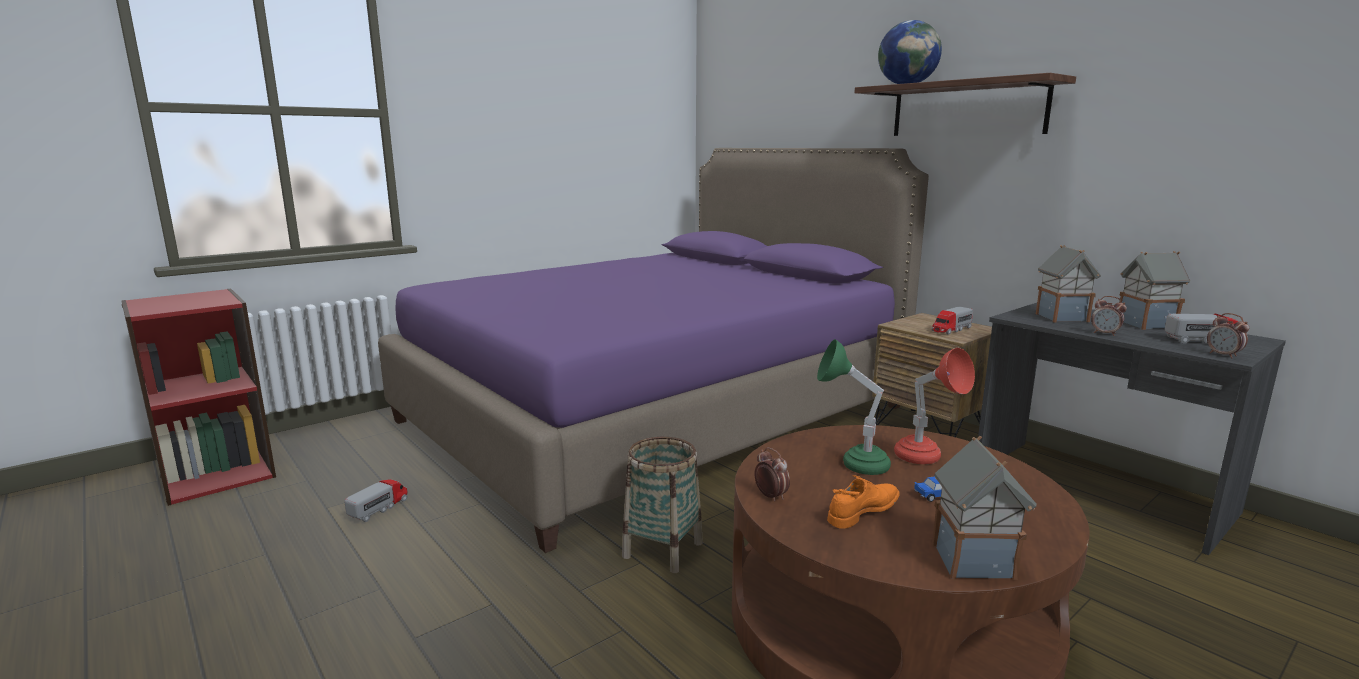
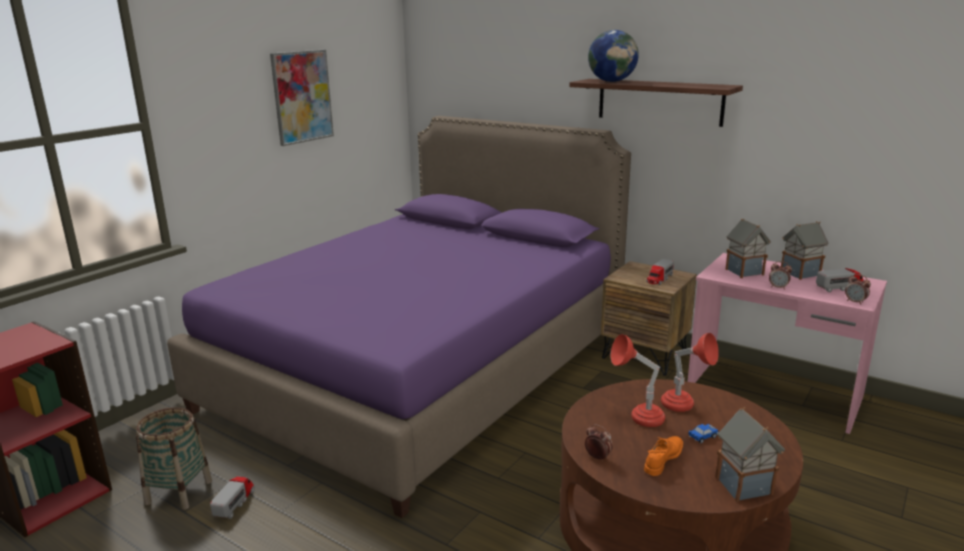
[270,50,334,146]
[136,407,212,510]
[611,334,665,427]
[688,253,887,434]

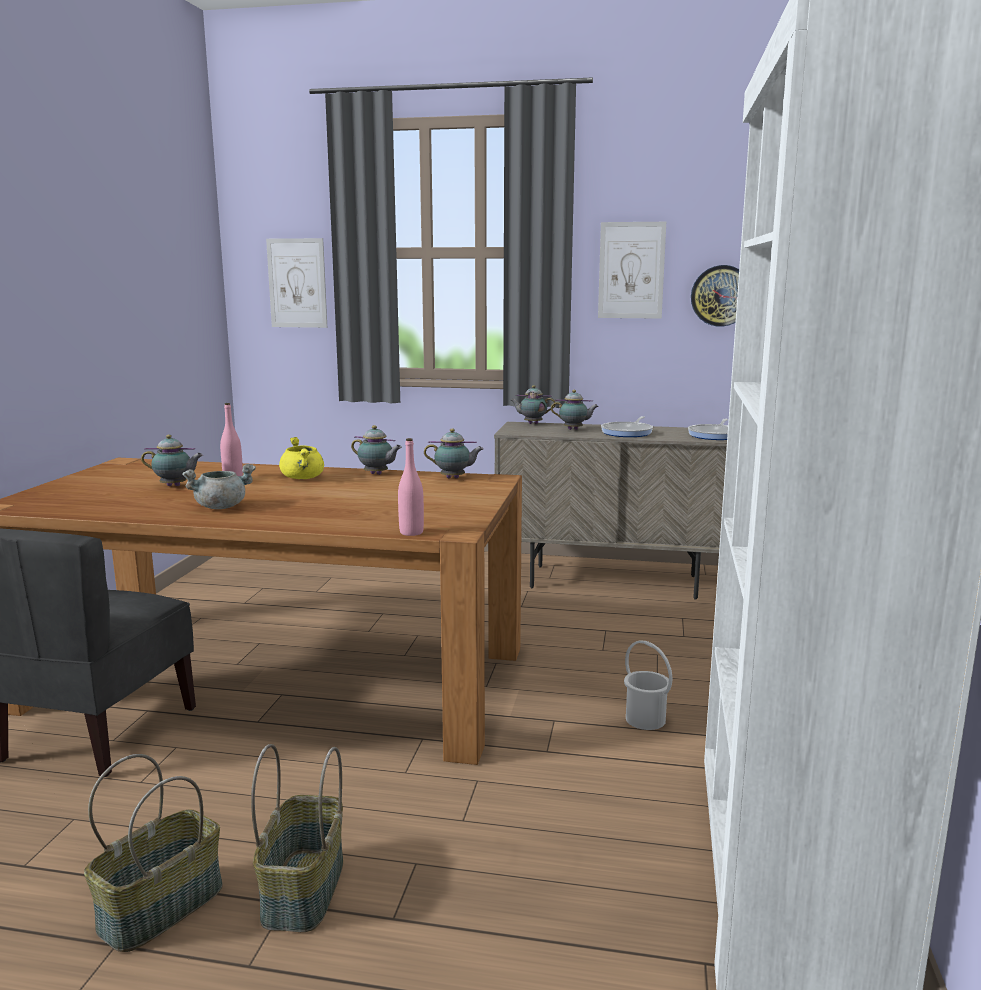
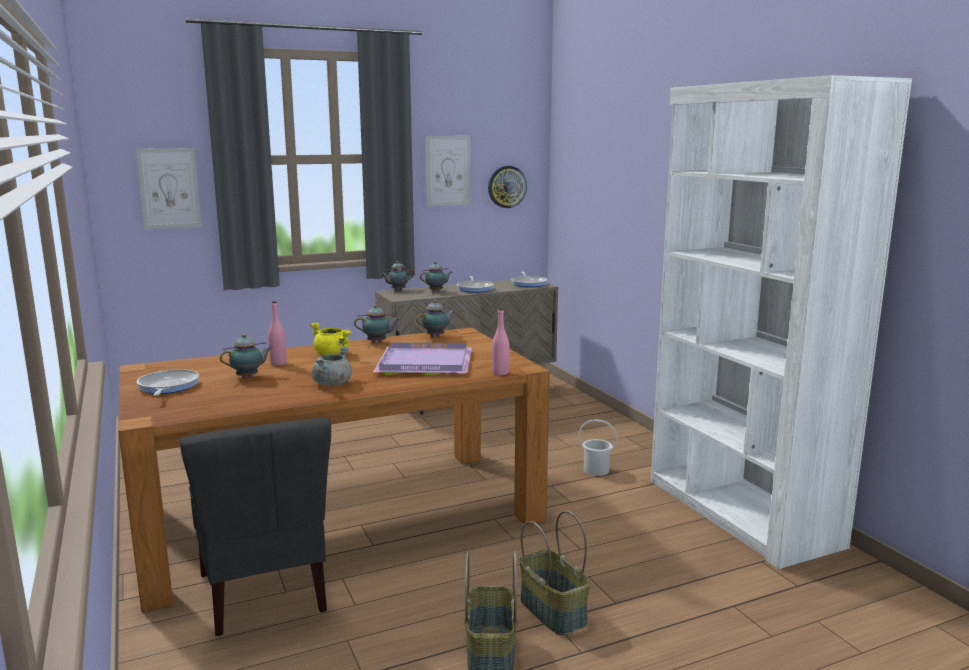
[137,369,199,396]
[373,342,472,375]

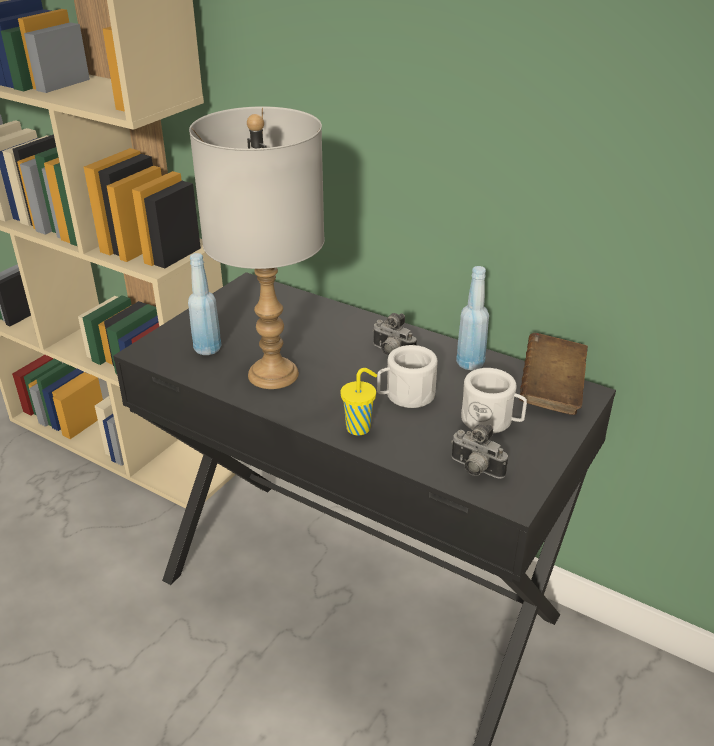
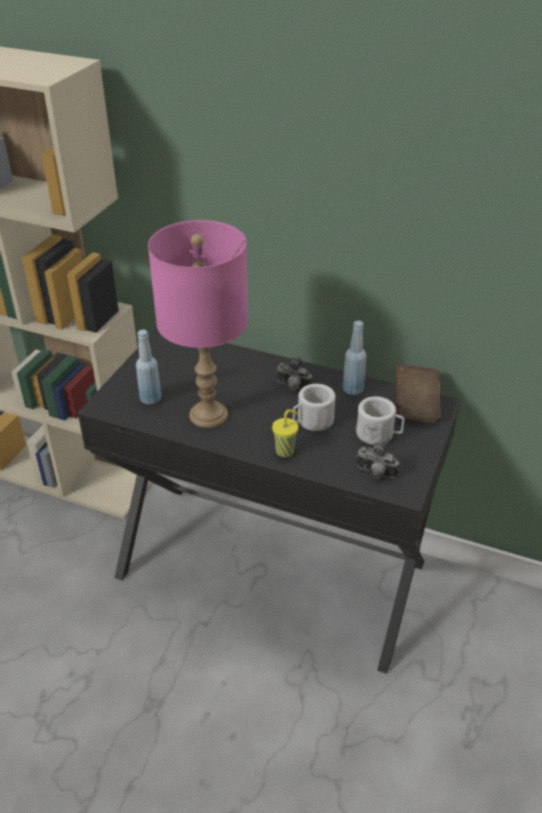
[148,220,248,428]

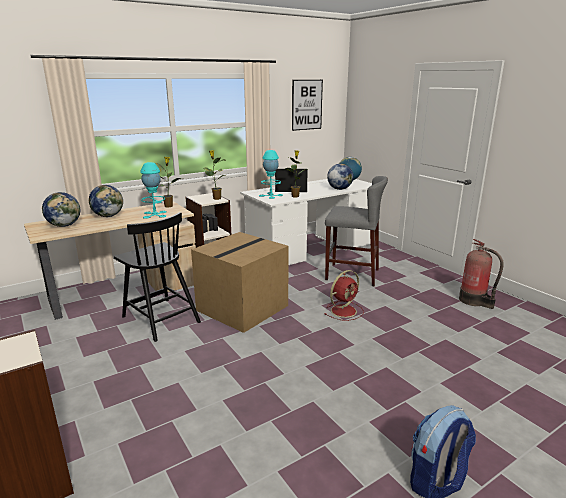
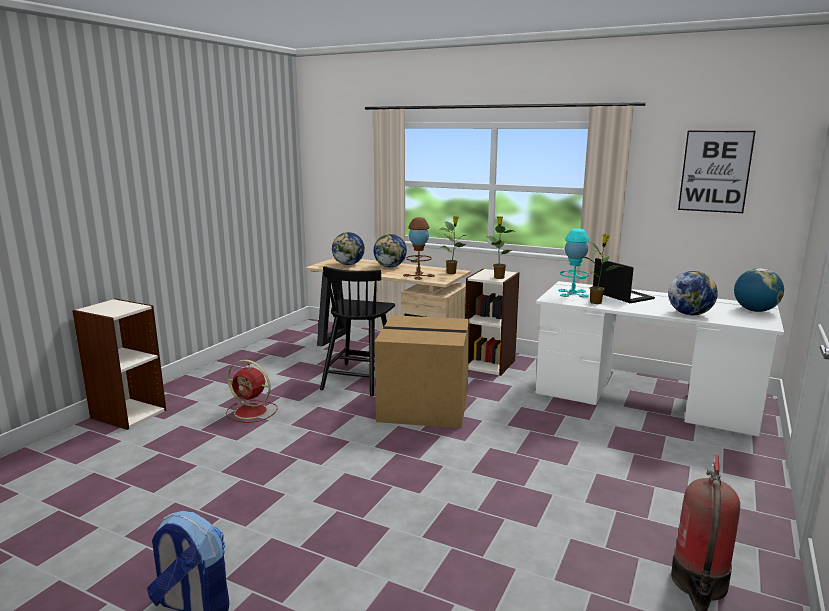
[325,176,388,286] (first image)
[226,360,277,423]
[403,217,435,280]

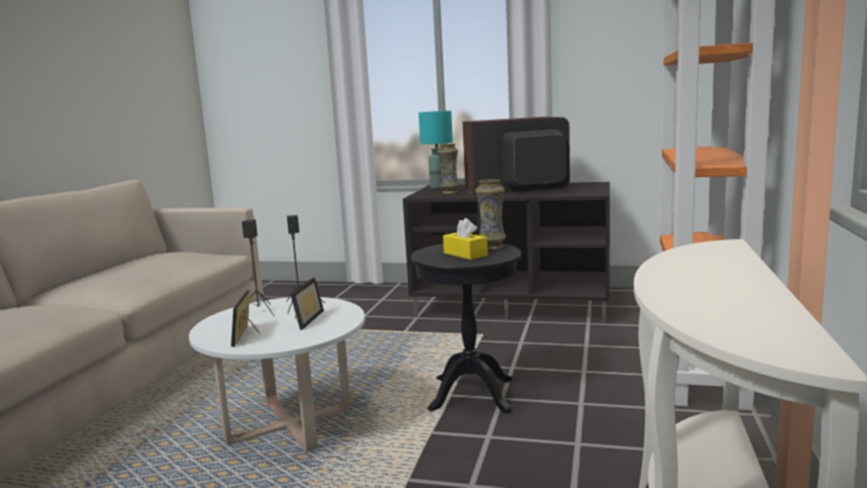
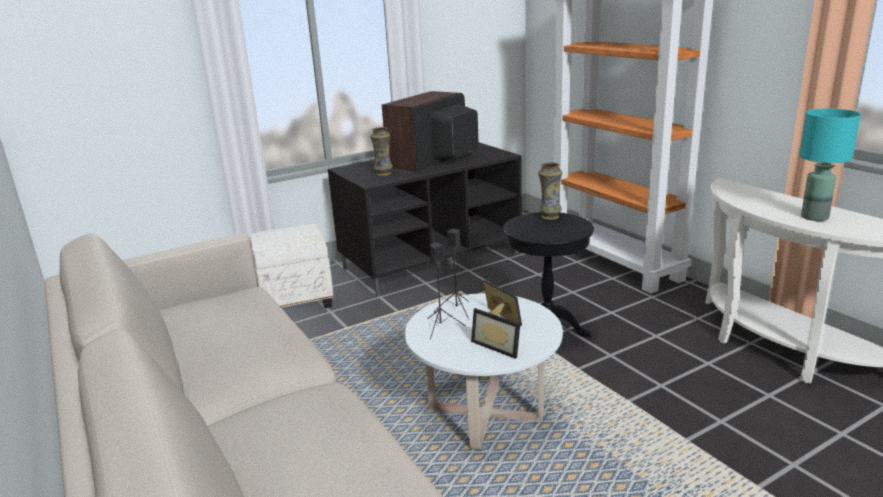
[443,218,488,260] (first image)
[250,224,334,308]
[799,109,861,221]

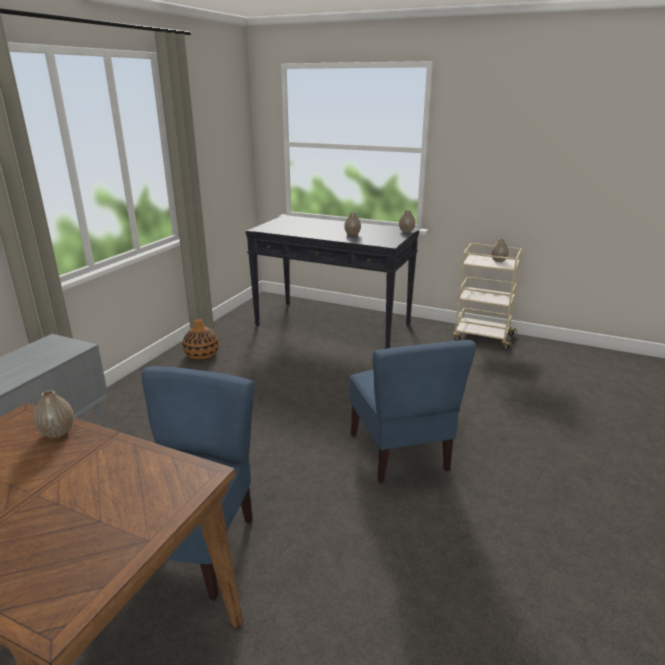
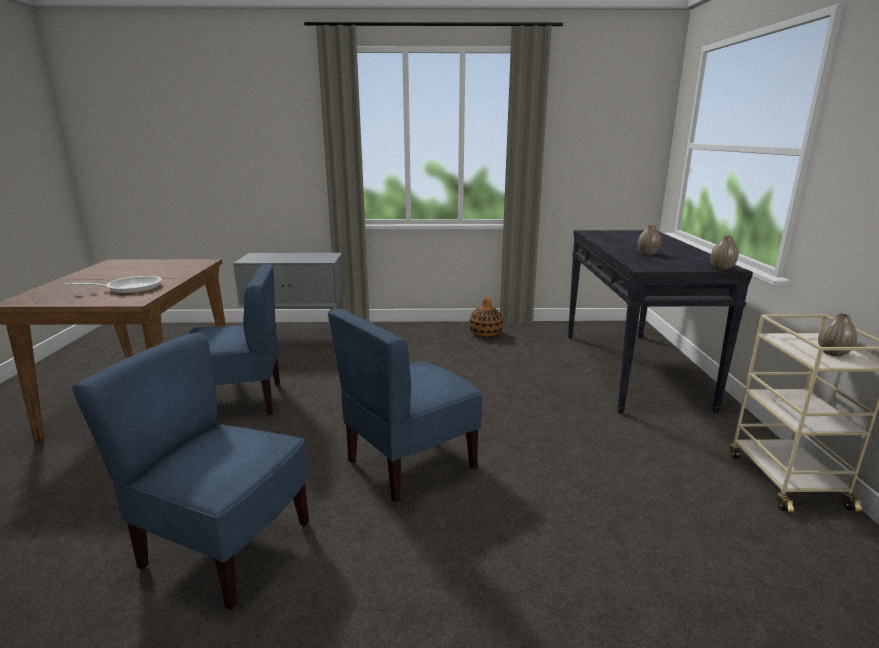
[34,390,74,438] (first image)
[65,276,162,294]
[72,333,309,610]

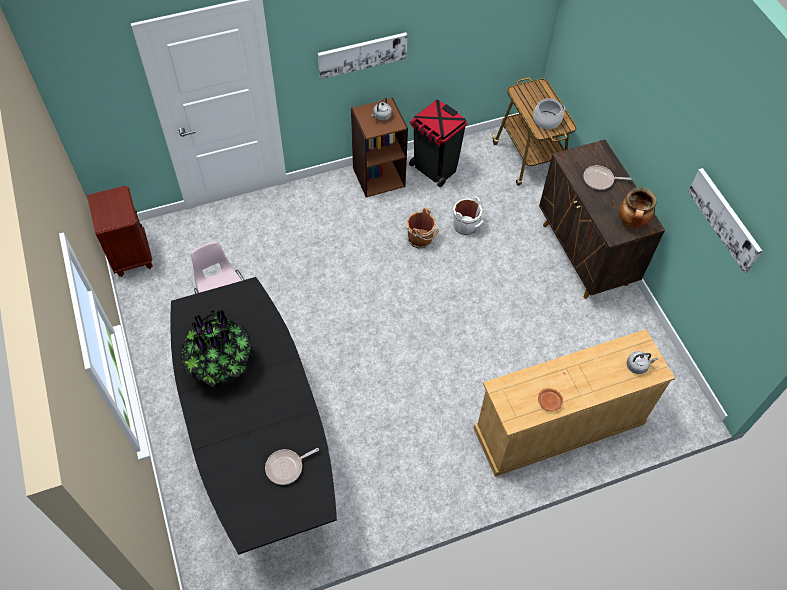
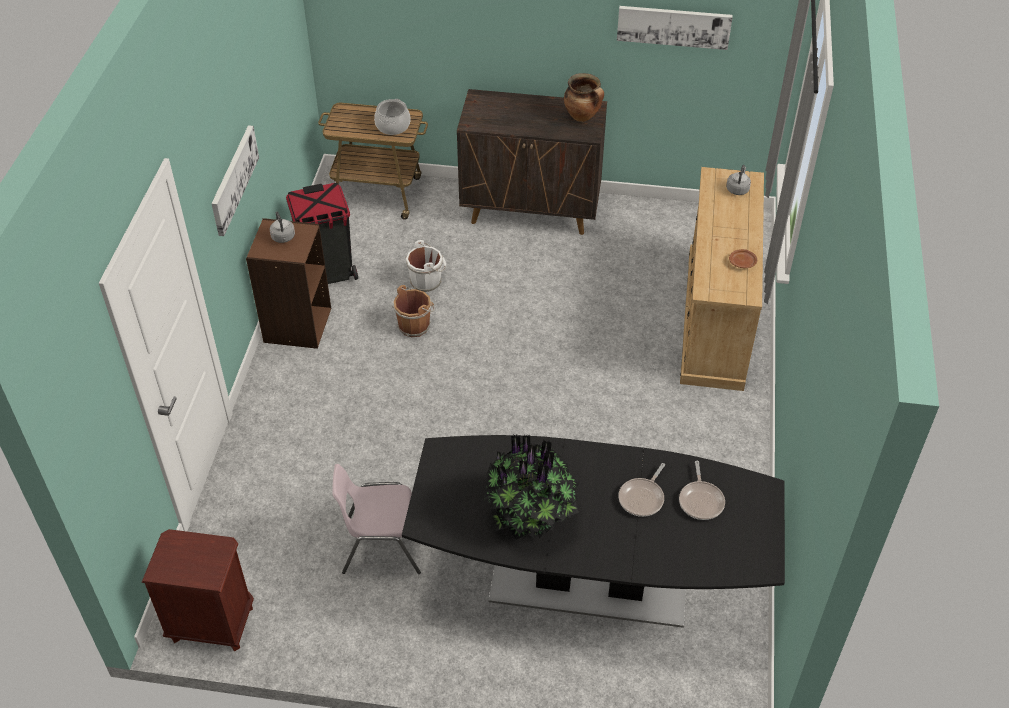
[618,463,665,517]

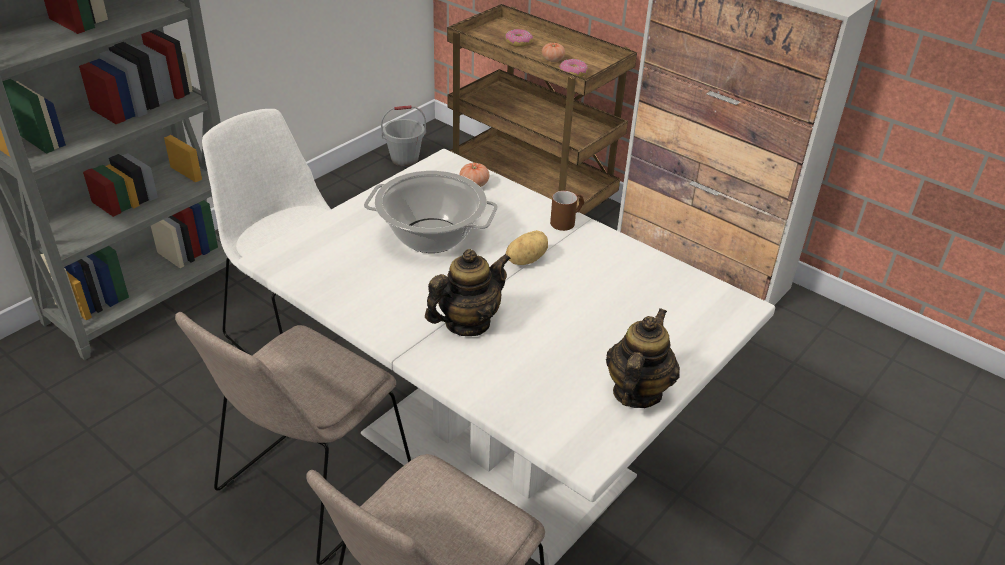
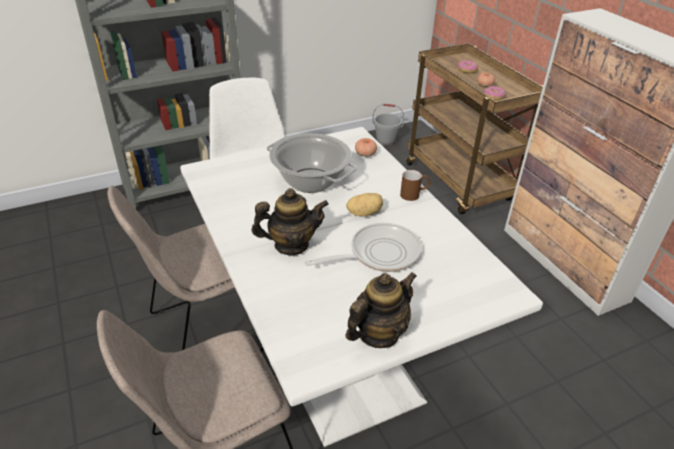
[304,223,422,272]

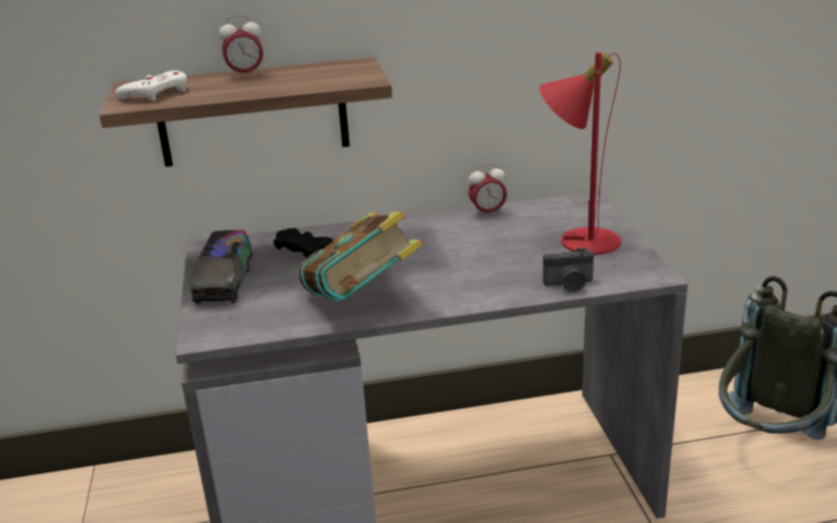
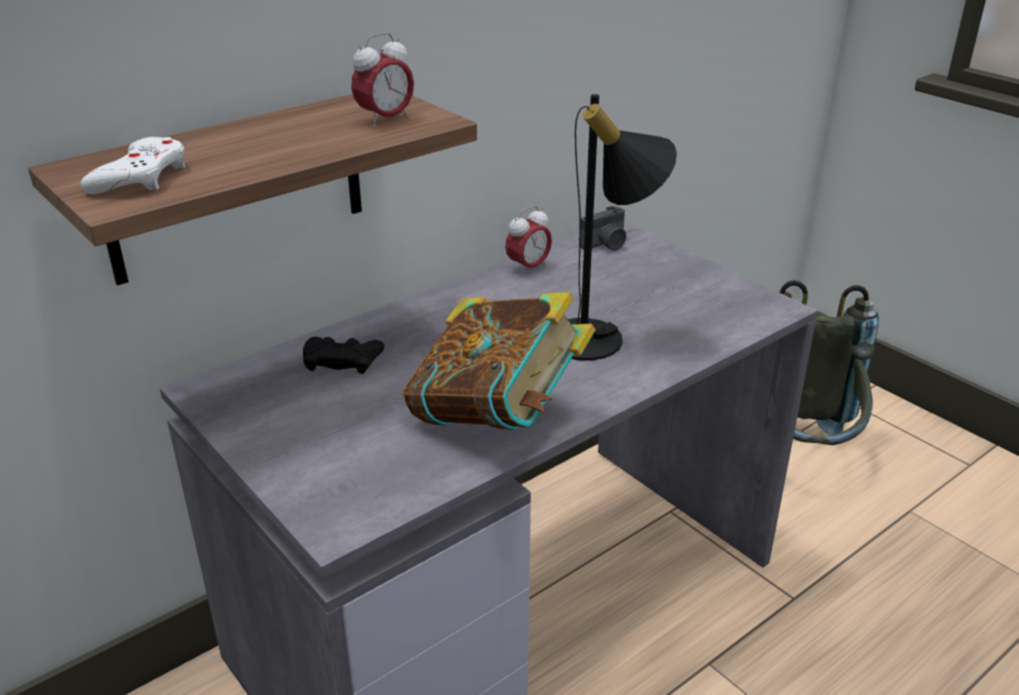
[191,230,253,304] (first image)
[539,52,621,255] (first image)
[568,94,677,361]
[351,32,414,127]
[580,206,626,251]

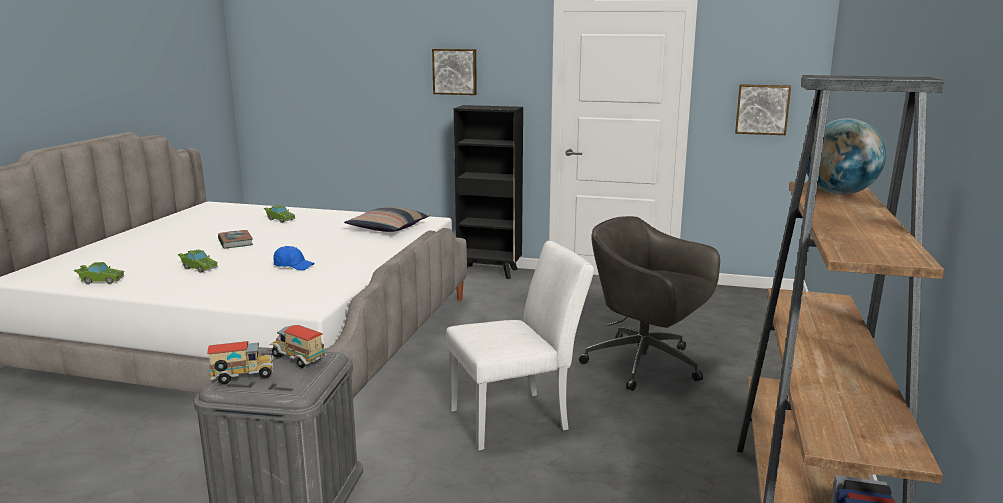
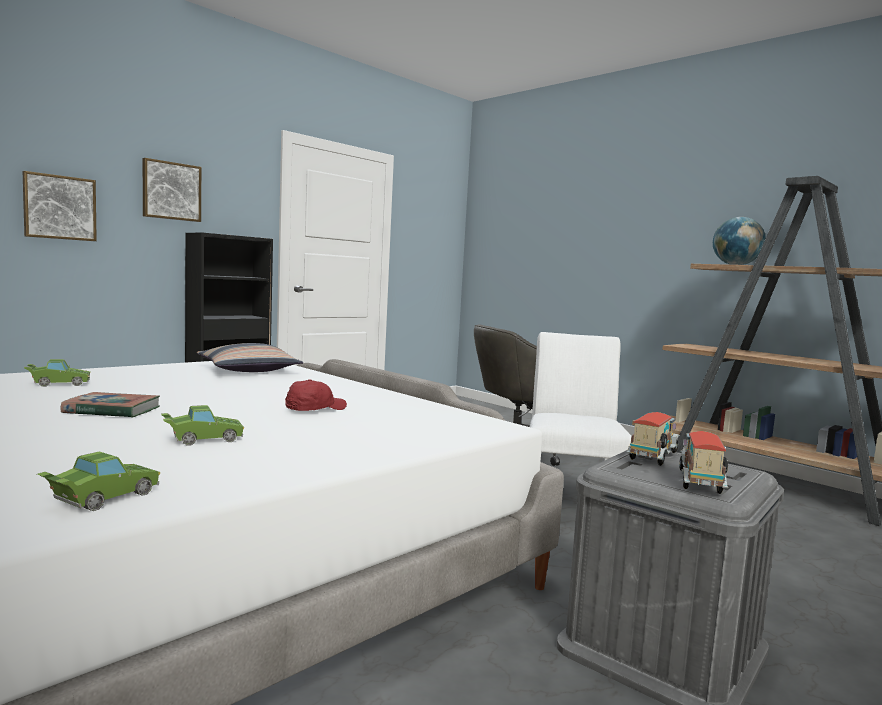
[23,171,97,241]
[285,379,347,411]
[627,412,680,466]

